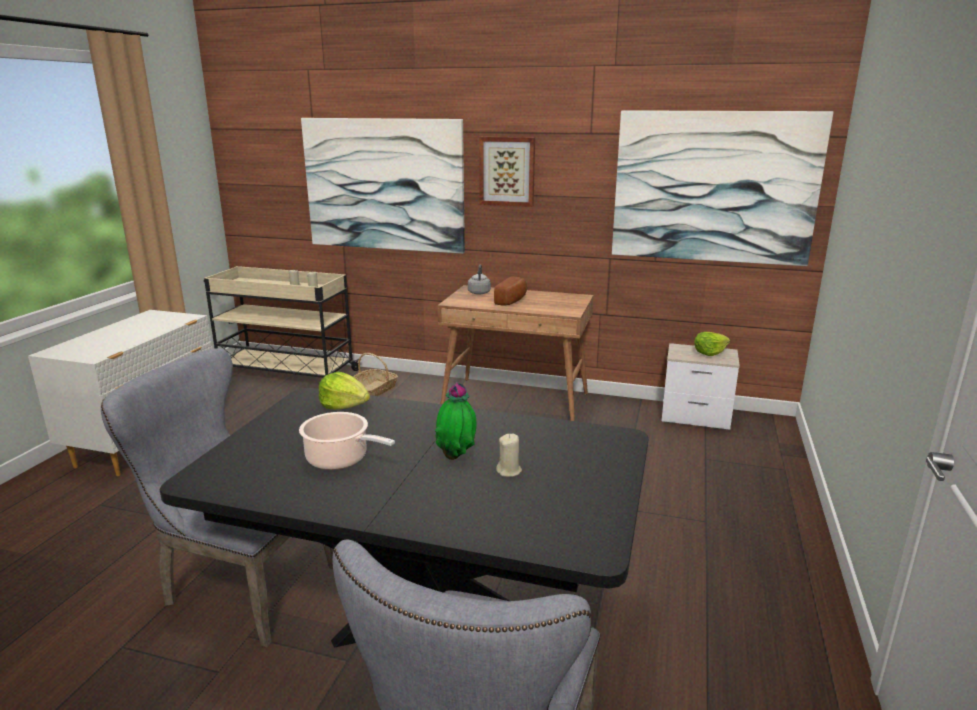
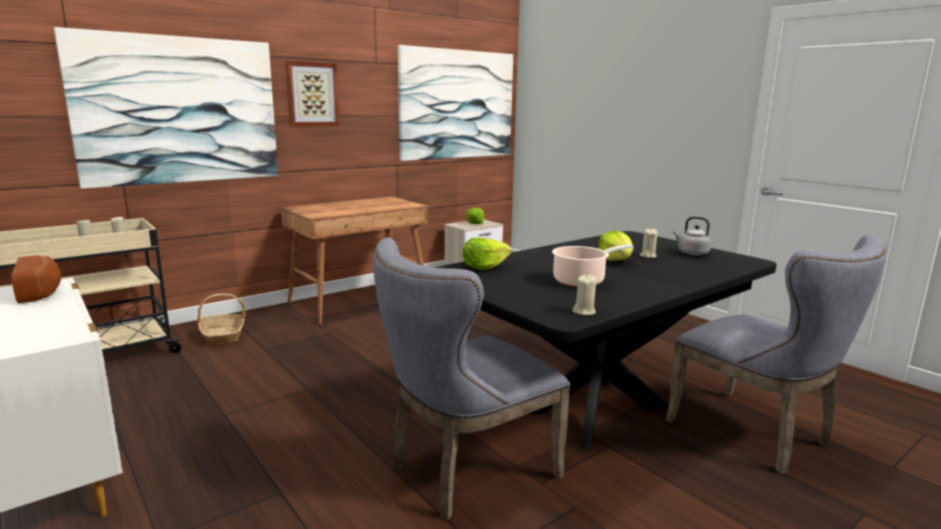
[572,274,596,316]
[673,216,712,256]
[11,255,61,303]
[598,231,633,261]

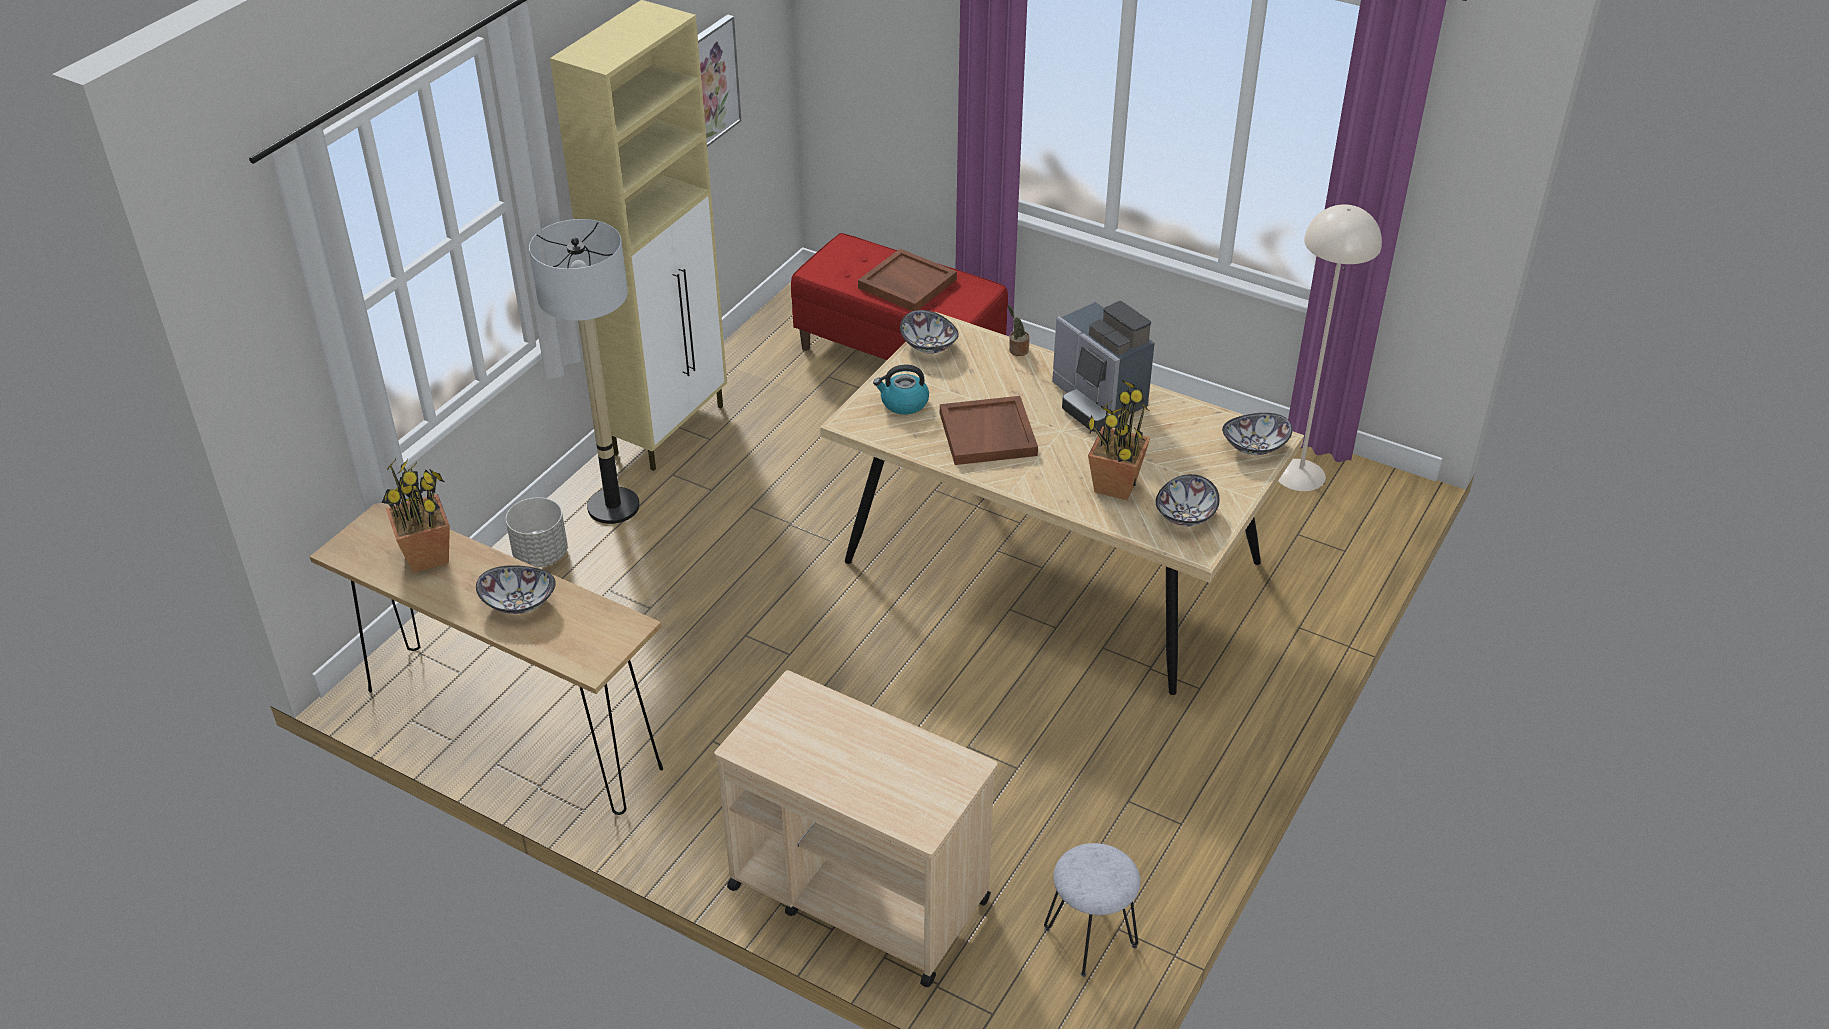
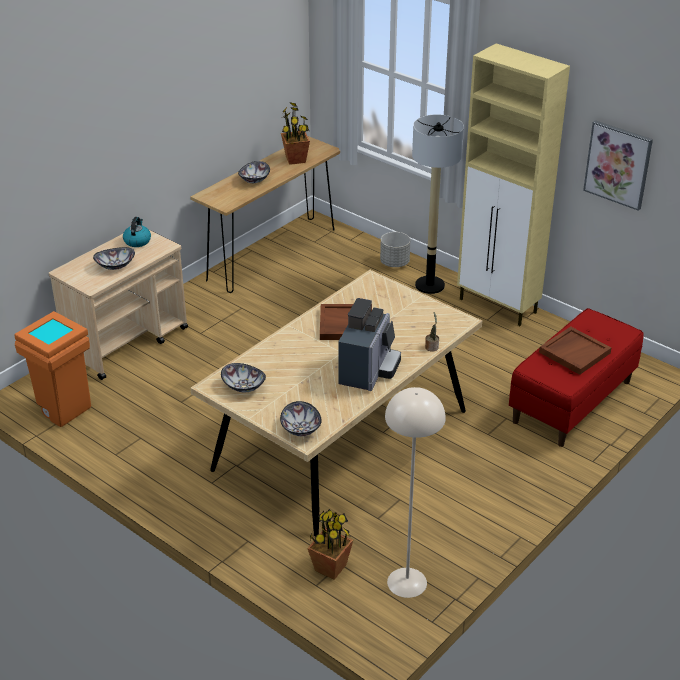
[123,217,151,247]
[93,247,135,270]
[307,509,353,580]
[14,311,91,427]
[338,298,401,391]

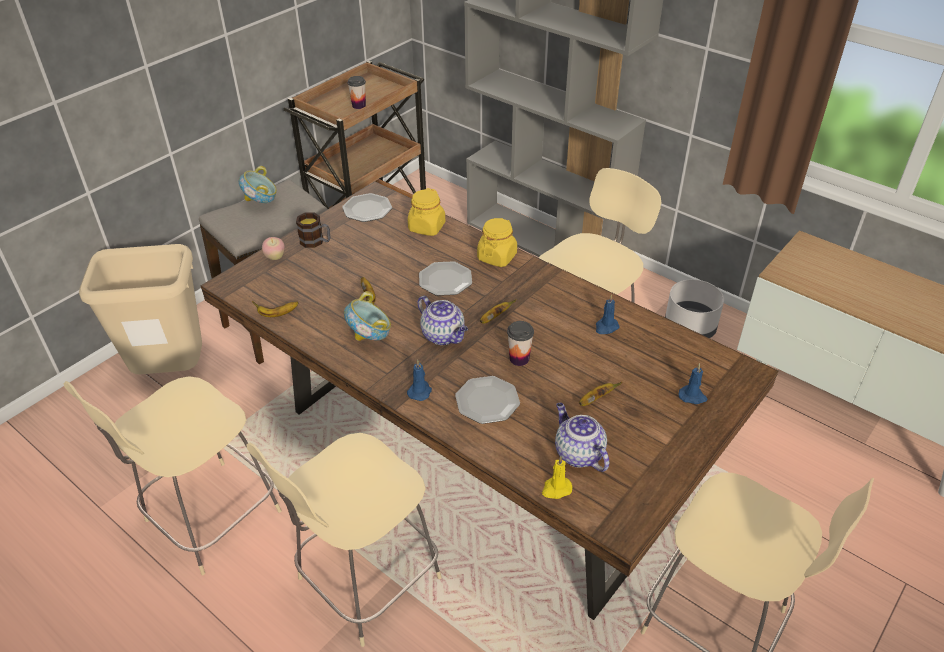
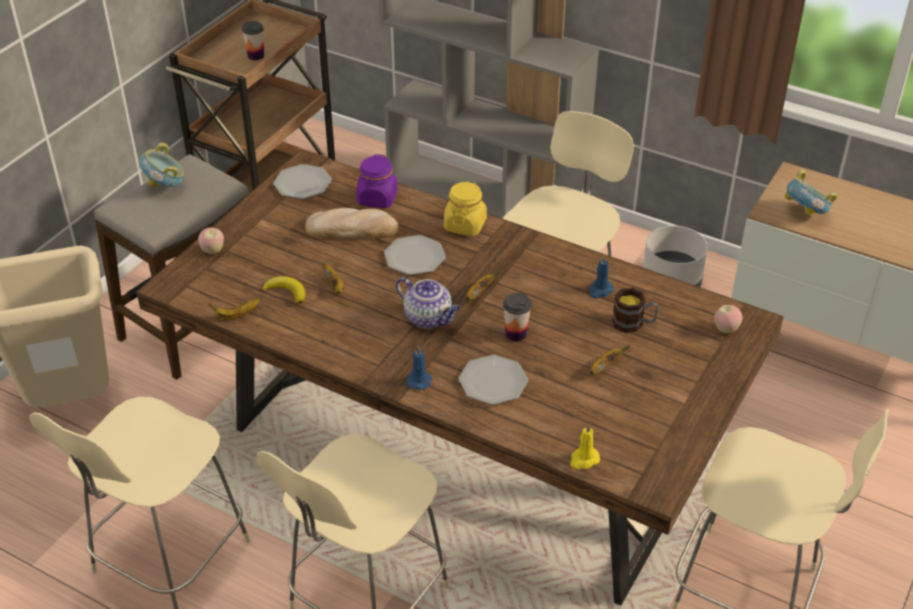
[555,403,610,472] (first image)
[679,364,708,404] (first image)
[262,276,306,304]
[305,208,399,240]
[714,305,743,333]
[612,288,659,333]
[785,169,838,215]
[356,154,398,208]

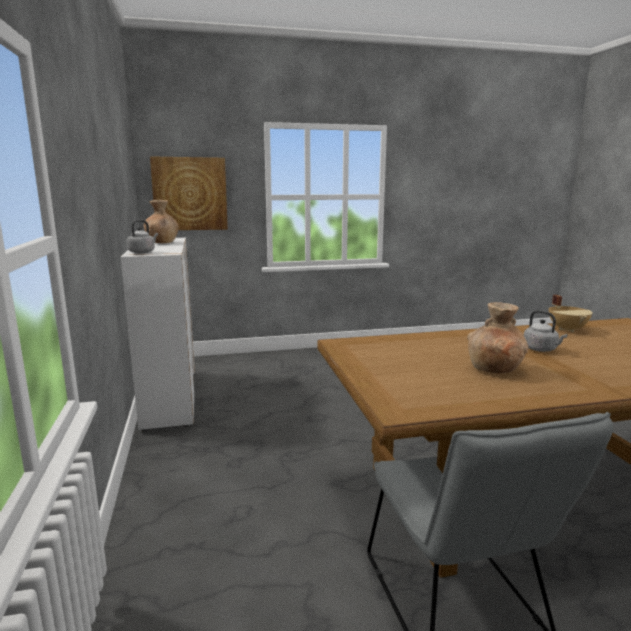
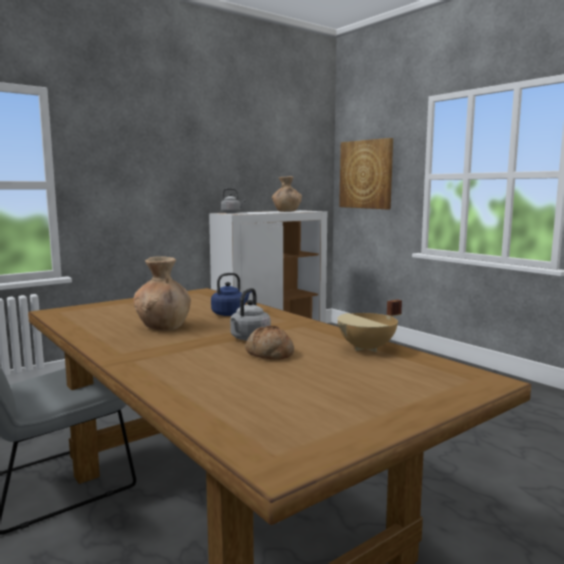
[211,273,252,316]
[245,326,294,360]

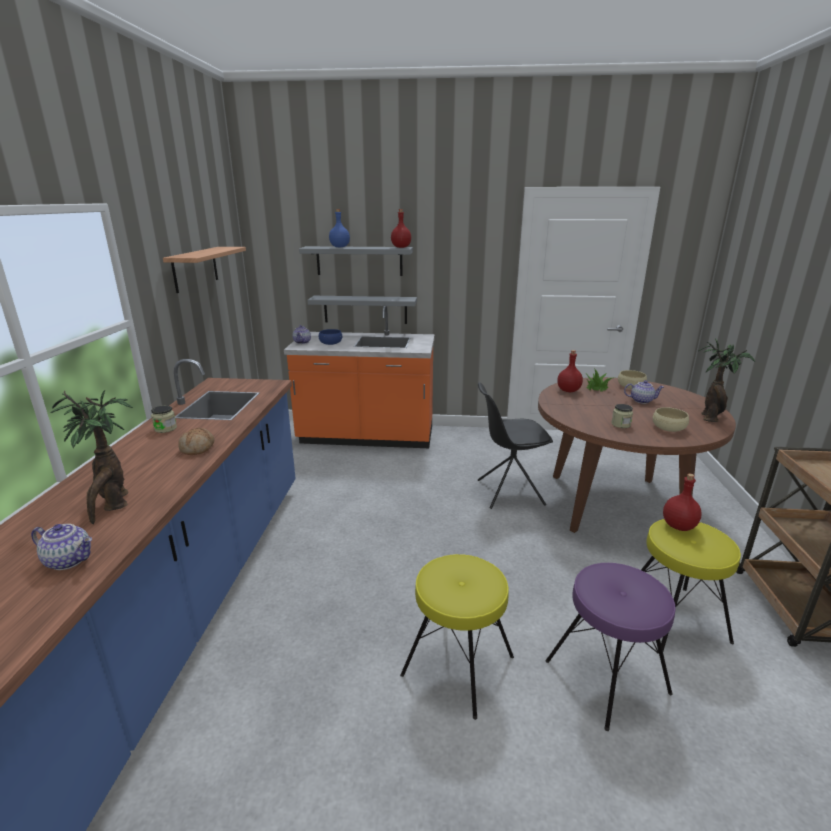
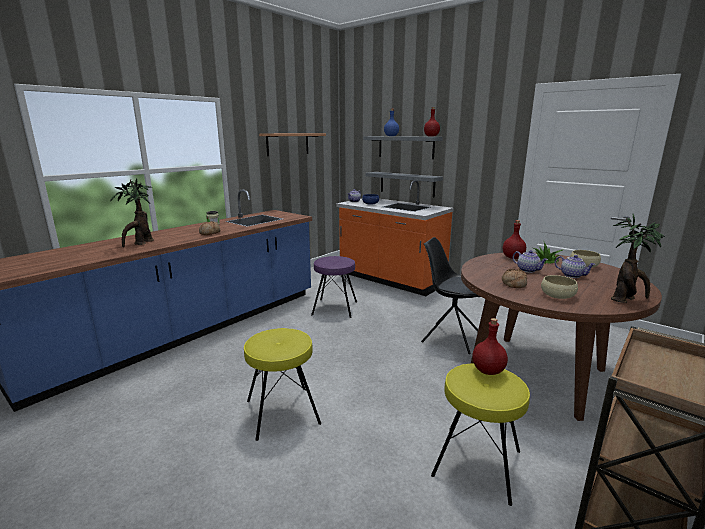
[512,250,548,273]
[311,256,357,318]
[502,269,527,288]

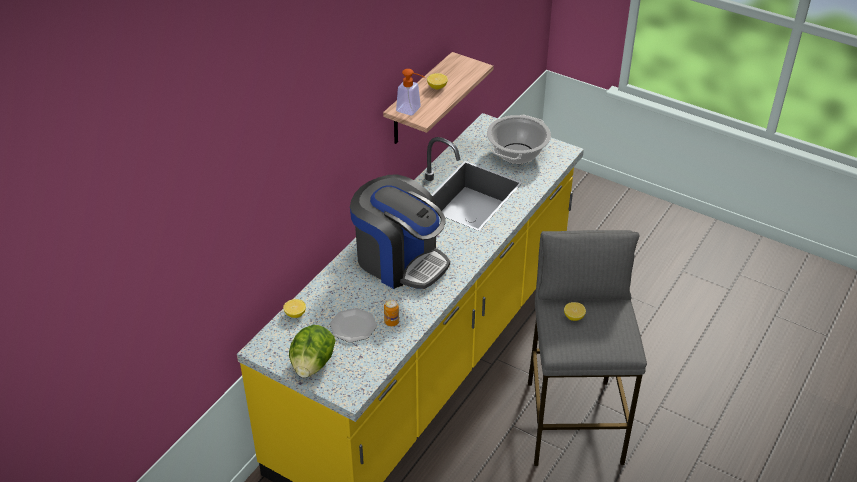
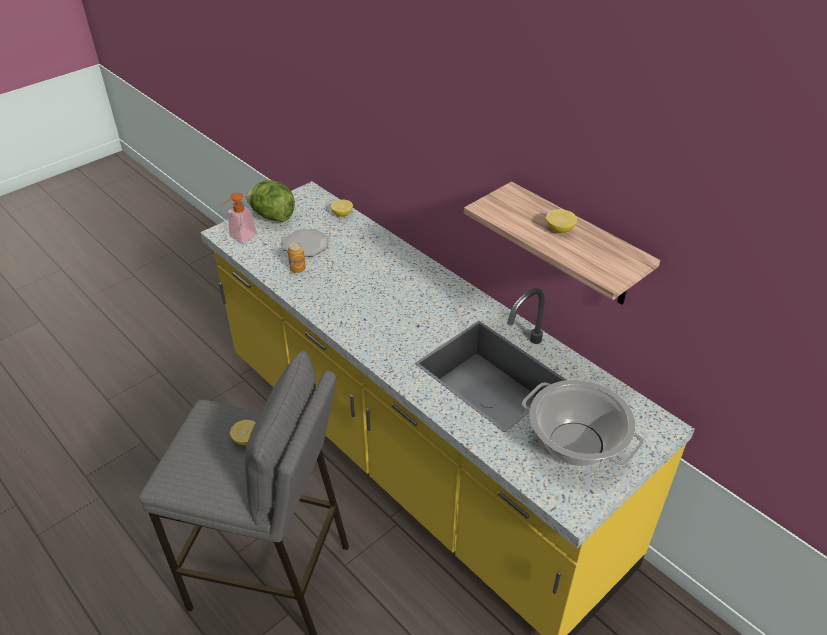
[350,175,450,289] (first image)
[220,193,257,243]

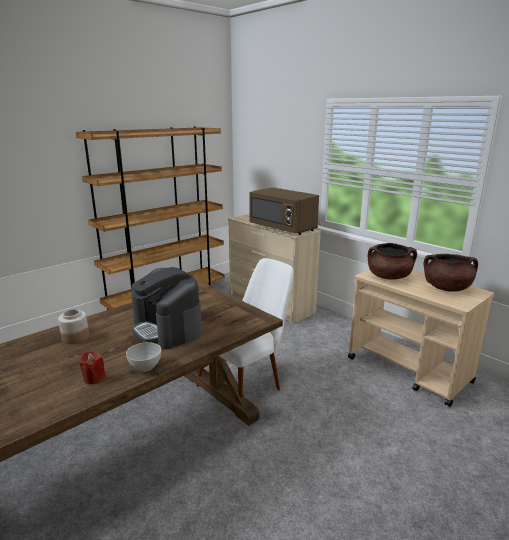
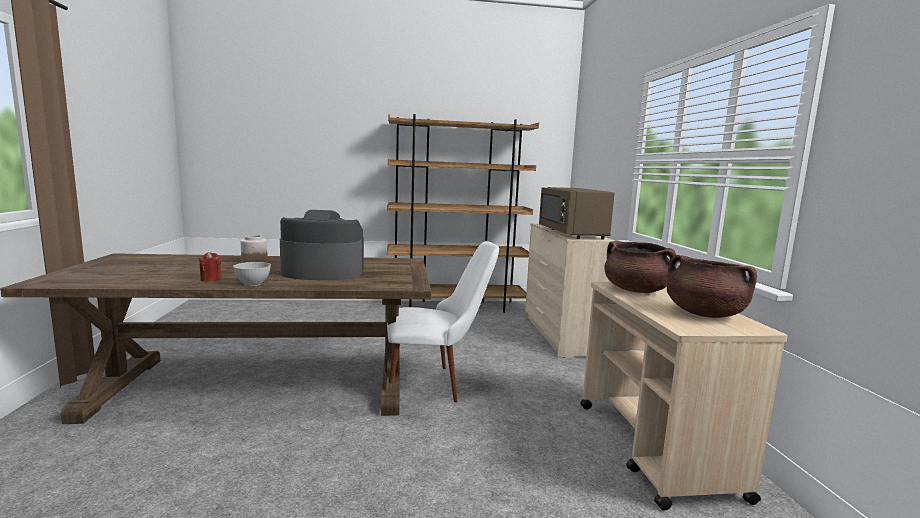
[280,210,364,280]

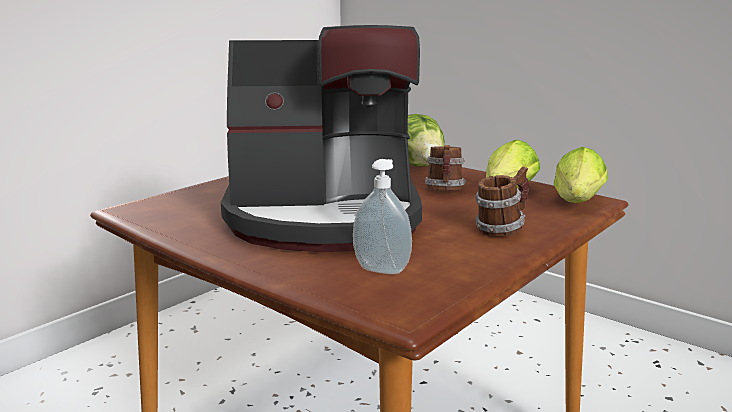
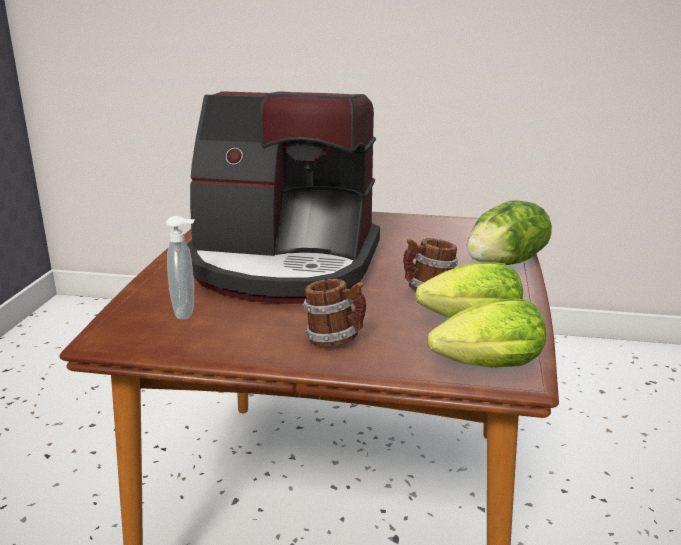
[187,91,380,304]

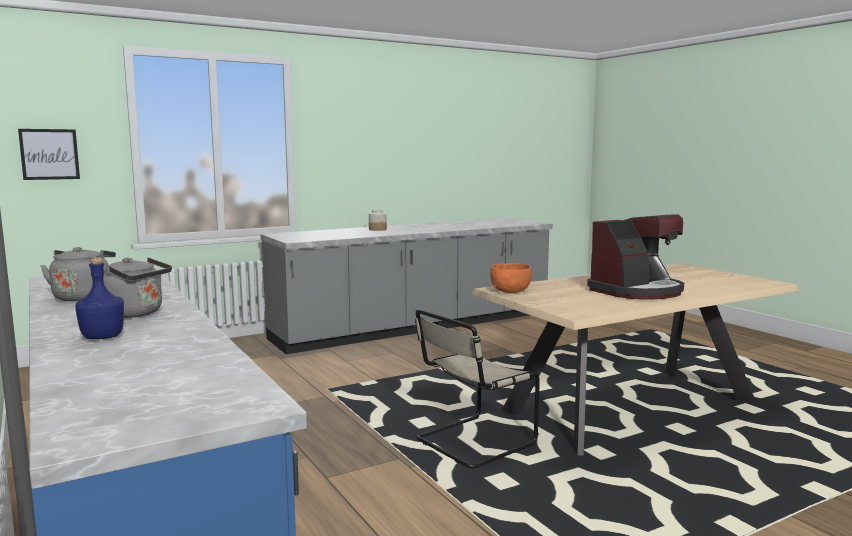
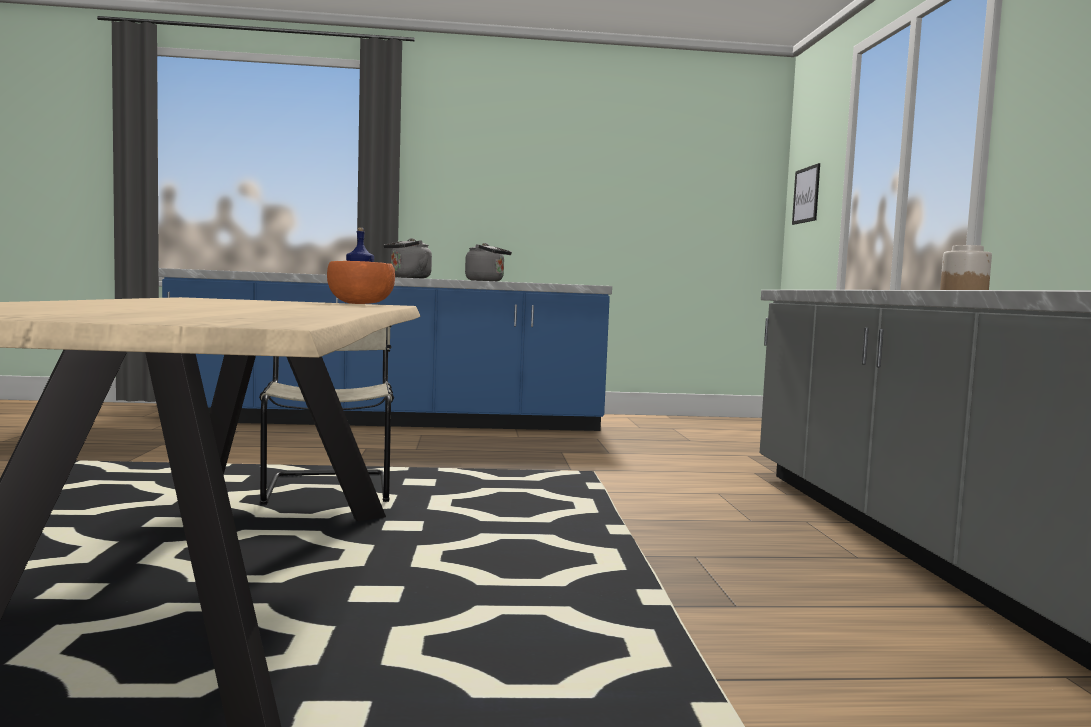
[587,214,684,300] (first image)

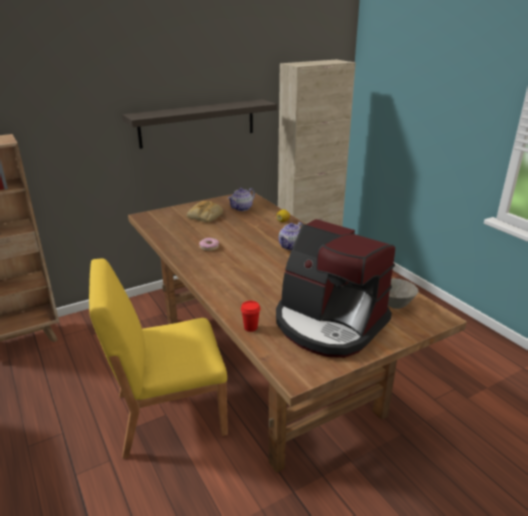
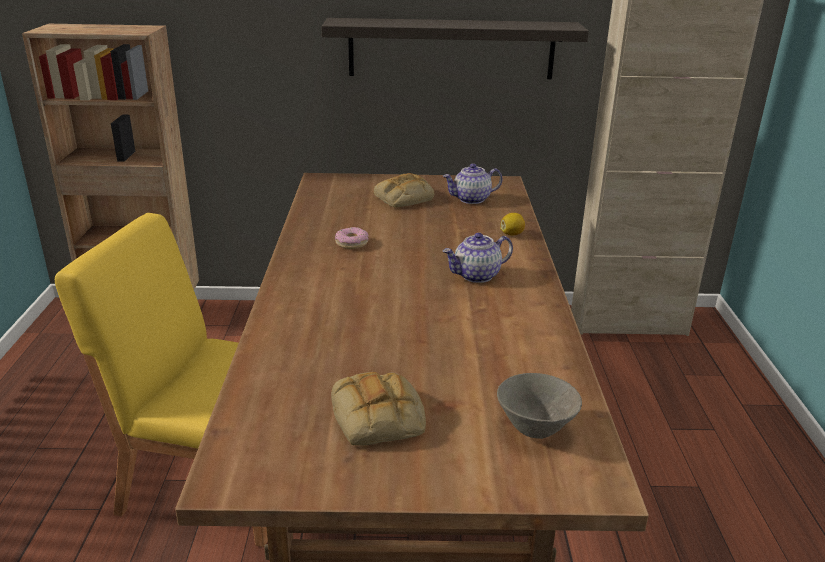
[241,301,260,332] (first image)
[331,372,426,446]

